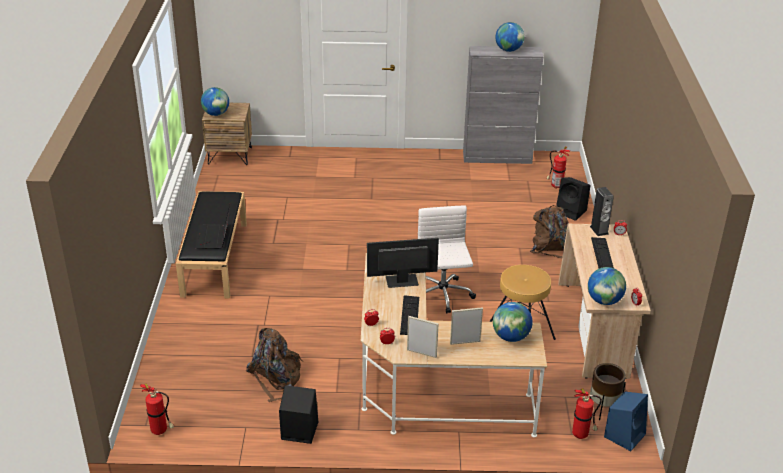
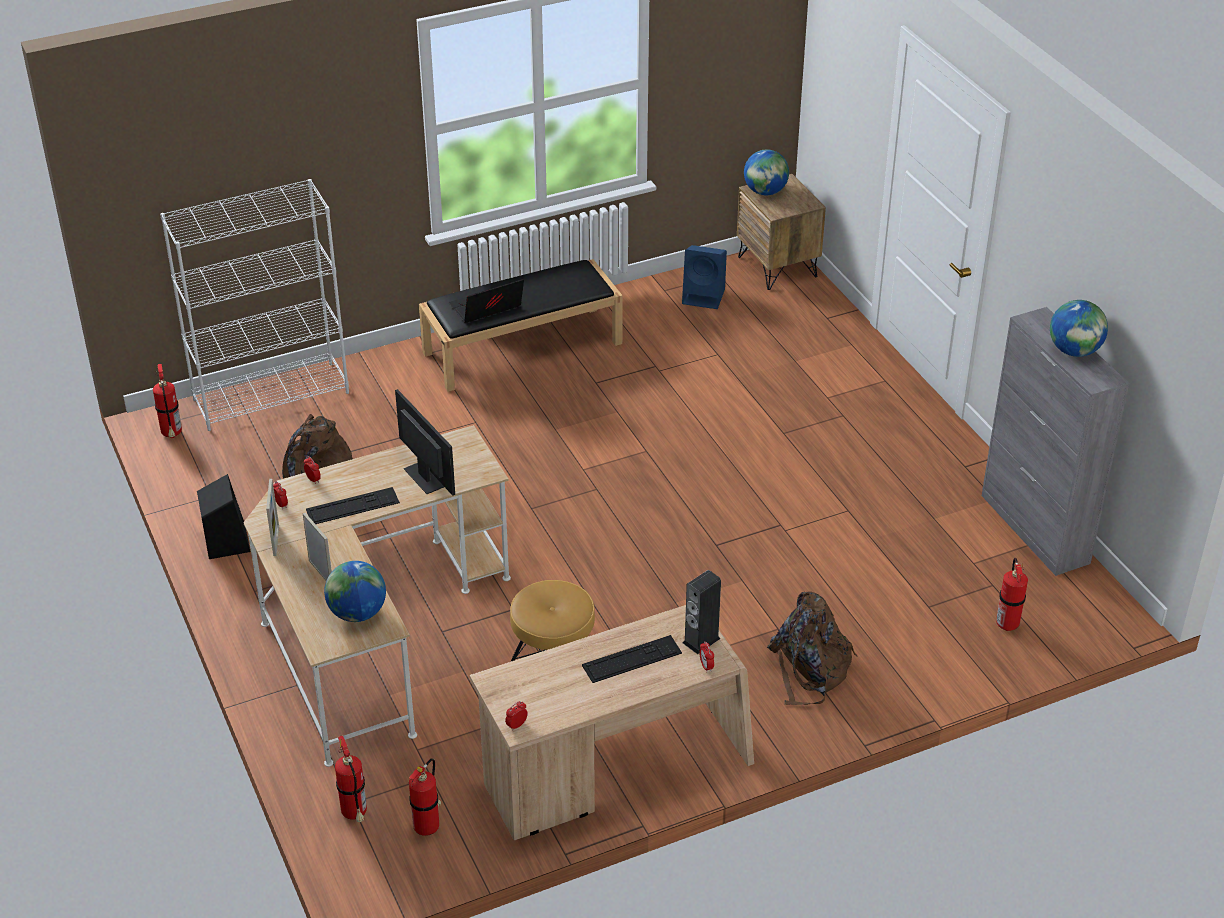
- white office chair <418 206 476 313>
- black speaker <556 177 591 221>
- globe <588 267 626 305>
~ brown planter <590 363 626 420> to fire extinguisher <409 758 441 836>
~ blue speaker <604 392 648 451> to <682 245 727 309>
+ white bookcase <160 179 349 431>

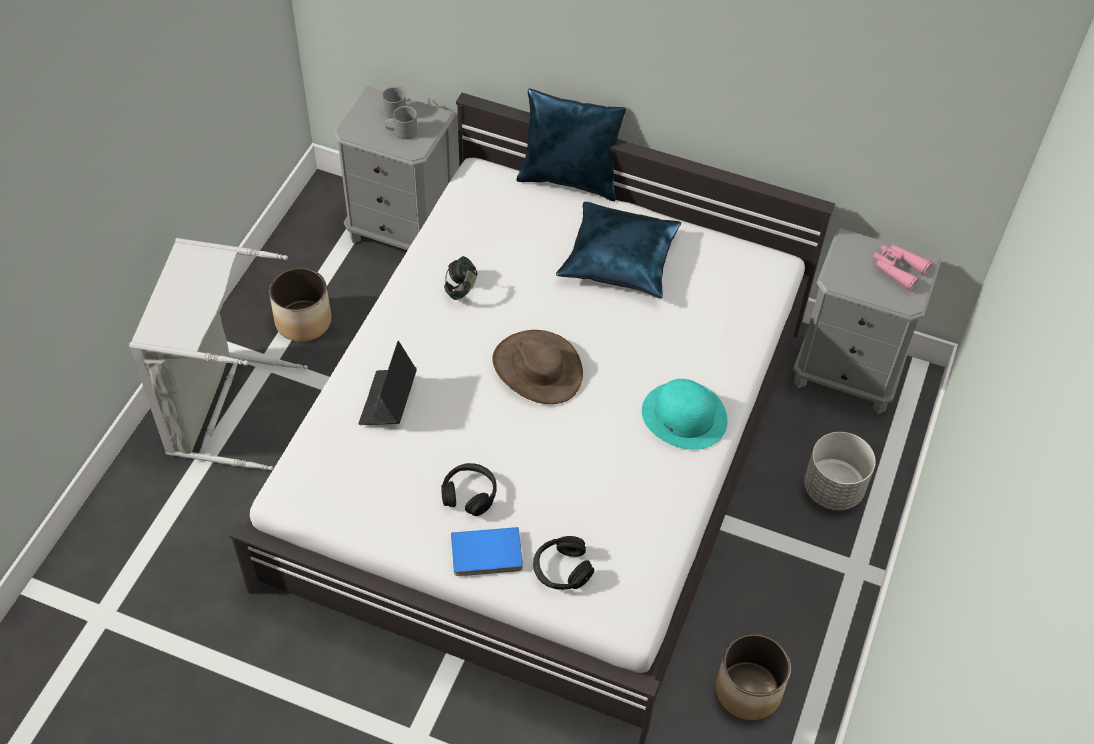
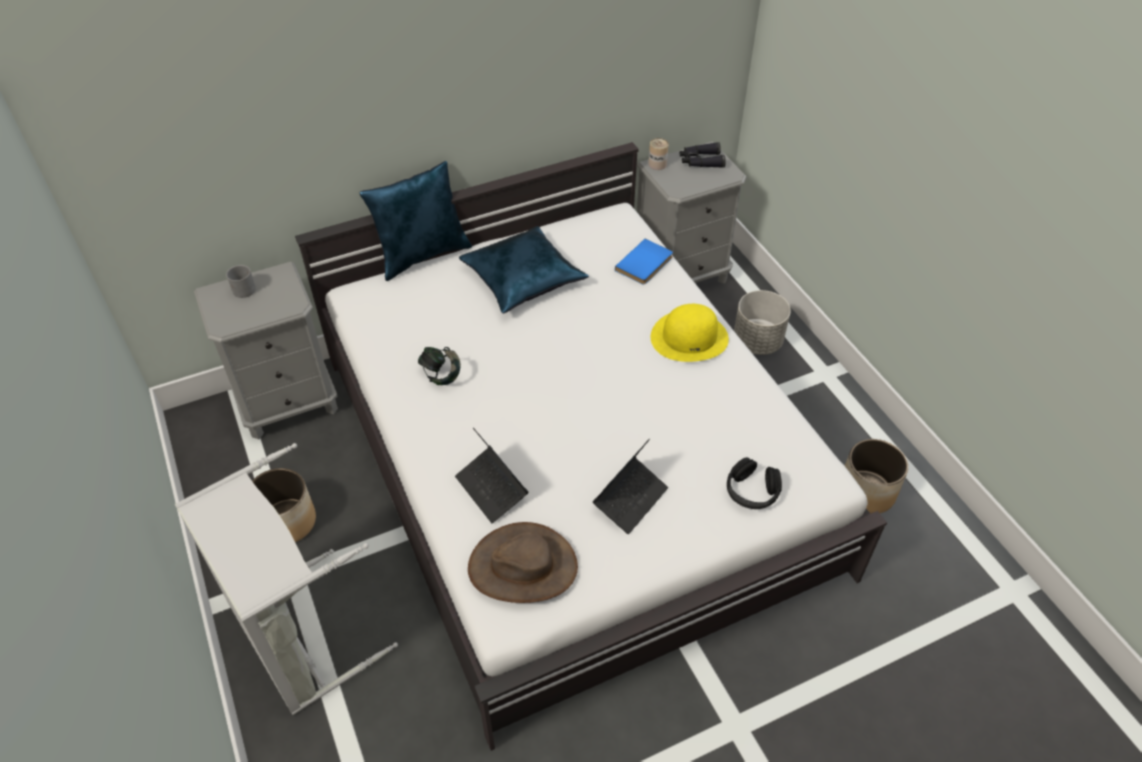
- grey mug <385 106 418 139>
~ black headphones <441 463 497 516> to laptop <593 438 668 534>
~ blue book <451 527 523 576> to <615 239 673 285>
~ brown hat <492 330 583 404> to <468 522 578 603>
~ turquoise hat <642 379 727 450> to yellow hat <651 304 729 362>
~ pink binoculars <873 244 933 291> to black binoculars <680 142 726 168>
+ can <648 138 669 170>

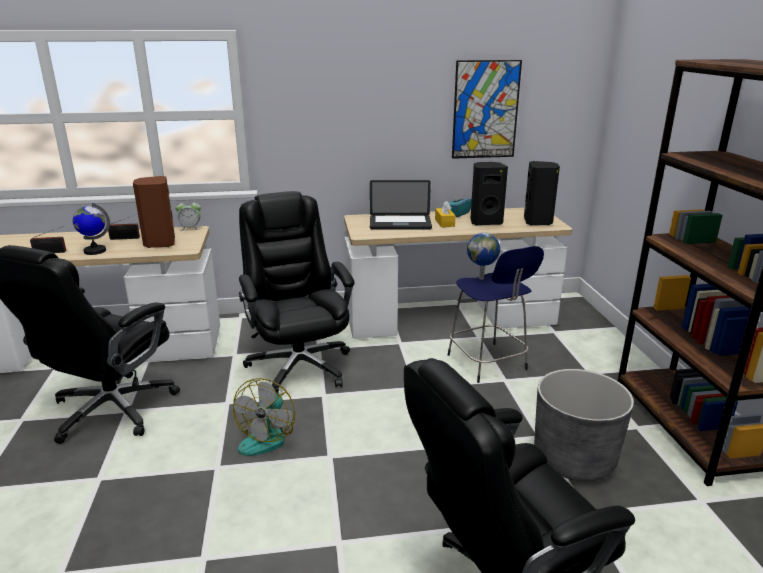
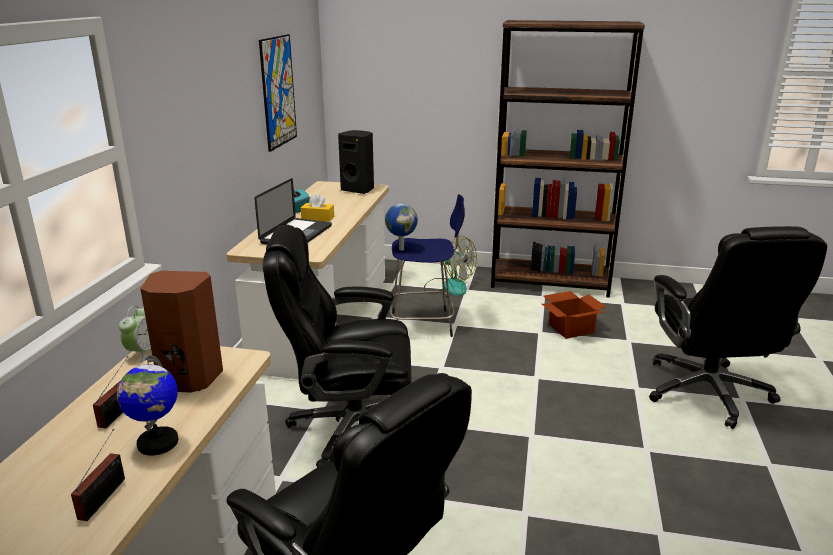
~ fan <233 378 295 456> to <424 236 477 296>
- black speaker <470 162 508 225>
~ grey planter <534 369 634 482> to cardboard box <542 291 606 339>

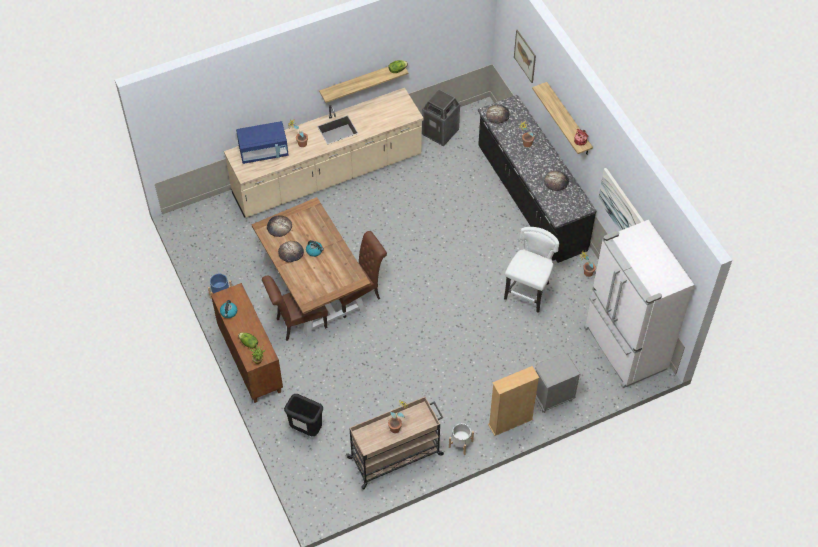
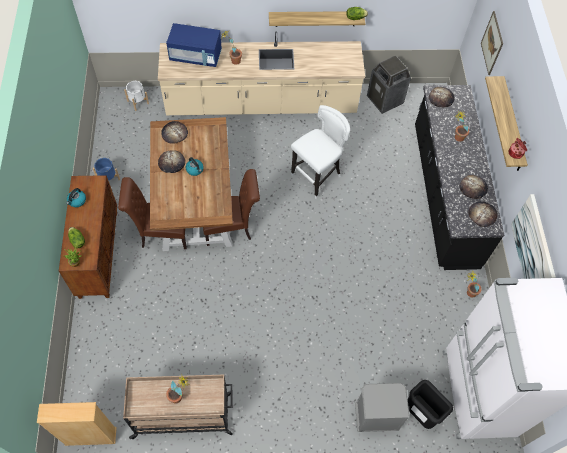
~ black trash can <284 394 323 436> to <408 380 453 429>
~ white planter <449 423 474 455> to <124 81 149 111>
~ beige bookcase <488 366 539 436> to <37 402 117 446>
~ white stool <504 227 559 316> to <291 105 350 199>
+ bread <468 201 498 227>

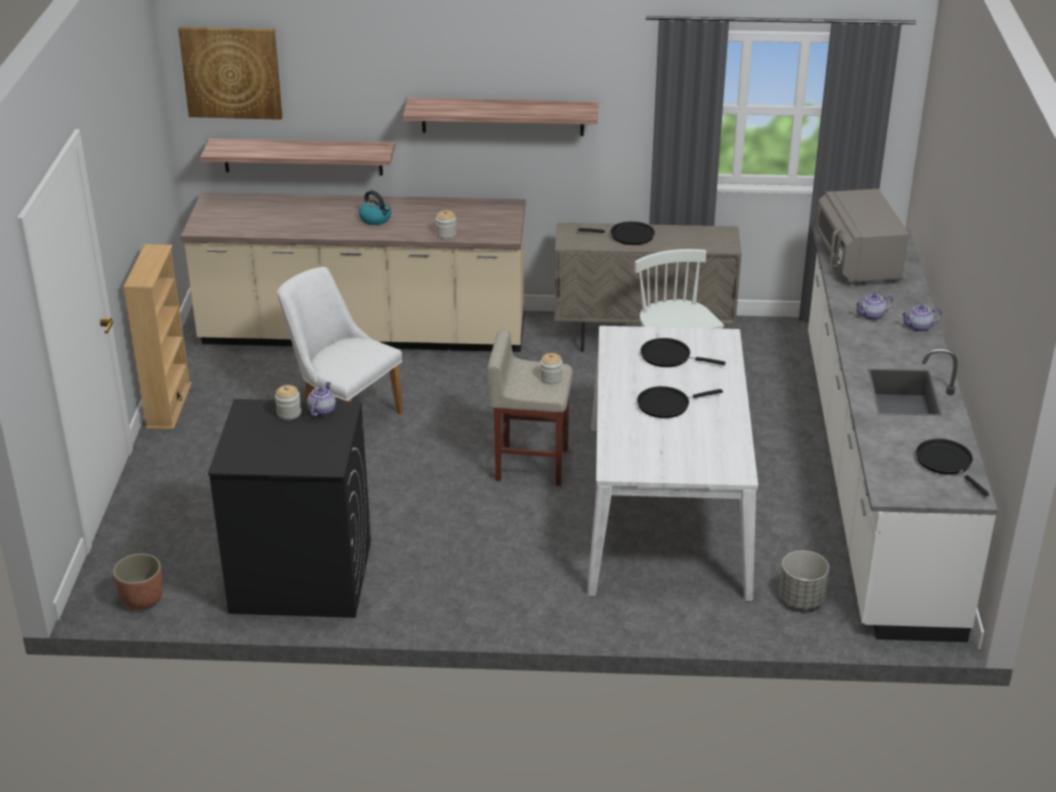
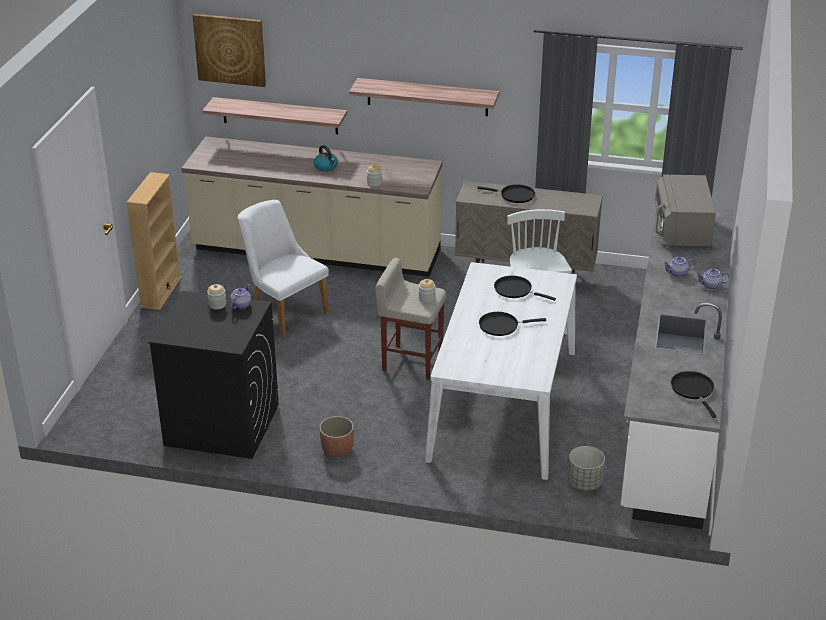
~ planter <113 554 163 610> to <319 416 354 458>

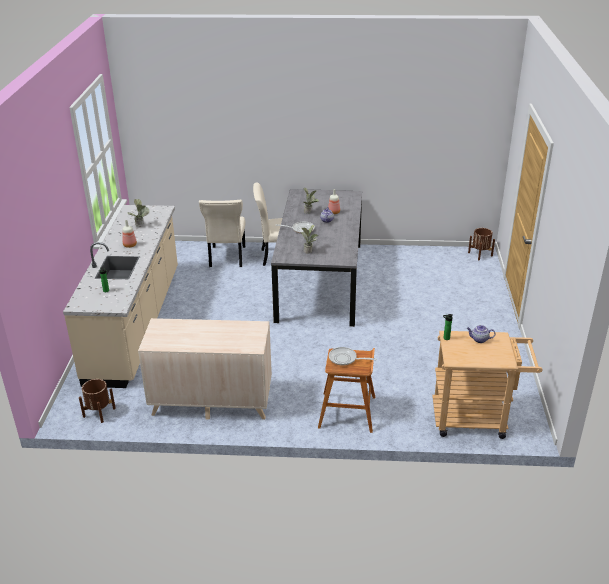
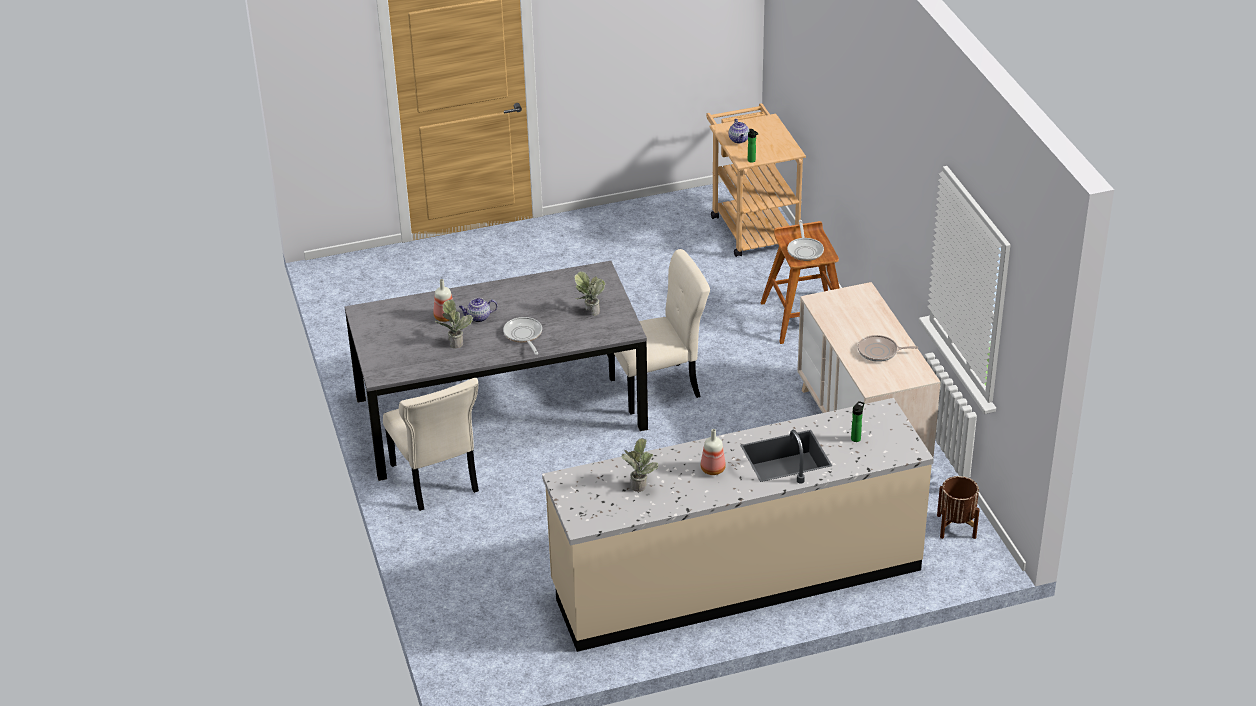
~ beige chair <199 200 245 267> to <608 249 710 415>
- brown planter <468 228 495 260>
+ frying pan <858 335 918 362>

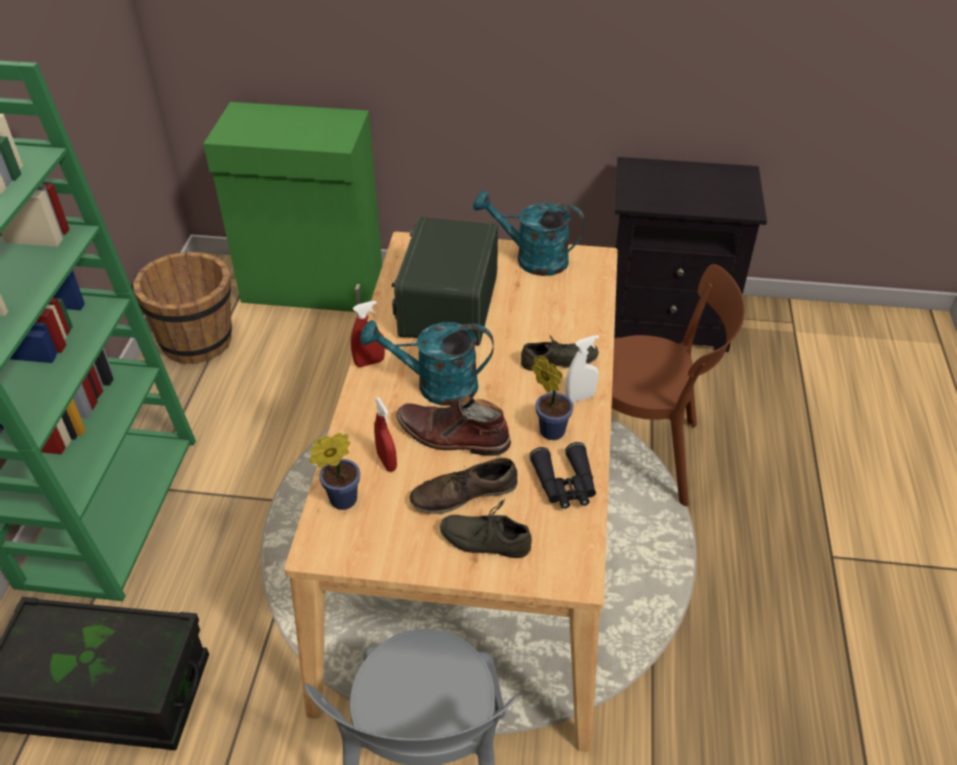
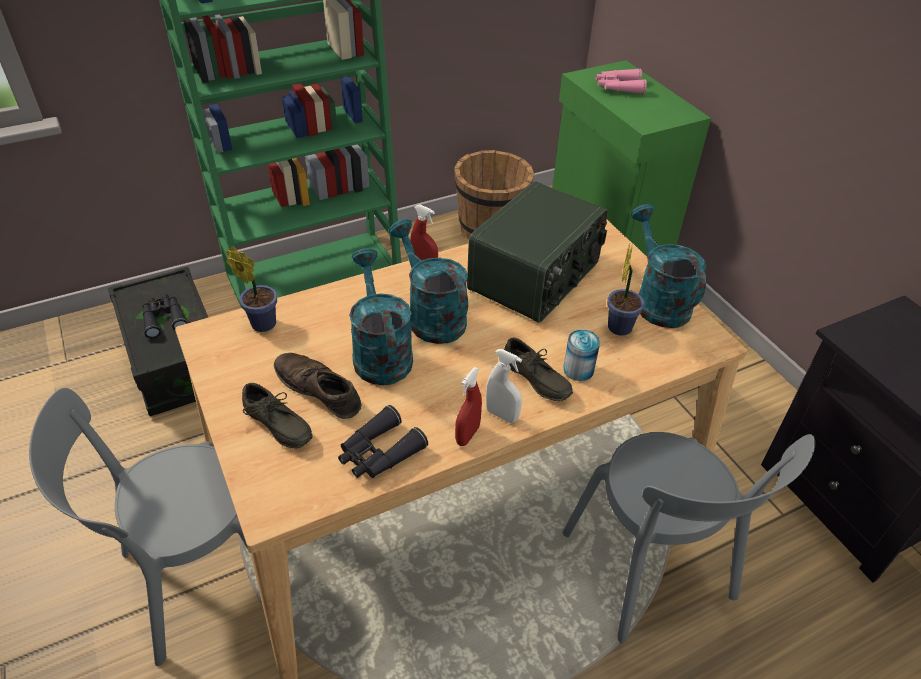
~ red spray bottle <374 397 397 472> to <455 367 482 446>
~ radio <392 217 498 345> = <467 181 608 323> 150 degrees clockwise
~ brown boot <396 396 511 456> to turquoise watering can <349 248 413 385>
~ grey shoe <440 499 532 558> = <242 383 313 449> 150 degrees clockwise
~ potted plant <531 355 573 440> to <607 243 645 336>
~ brown chair <612 264 745 507> to grey chair <563 432 815 644>
+ black binoculars <143 294 188 339>
+ can <563 330 600 381>
+ pink binoculars <596 68 647 94>

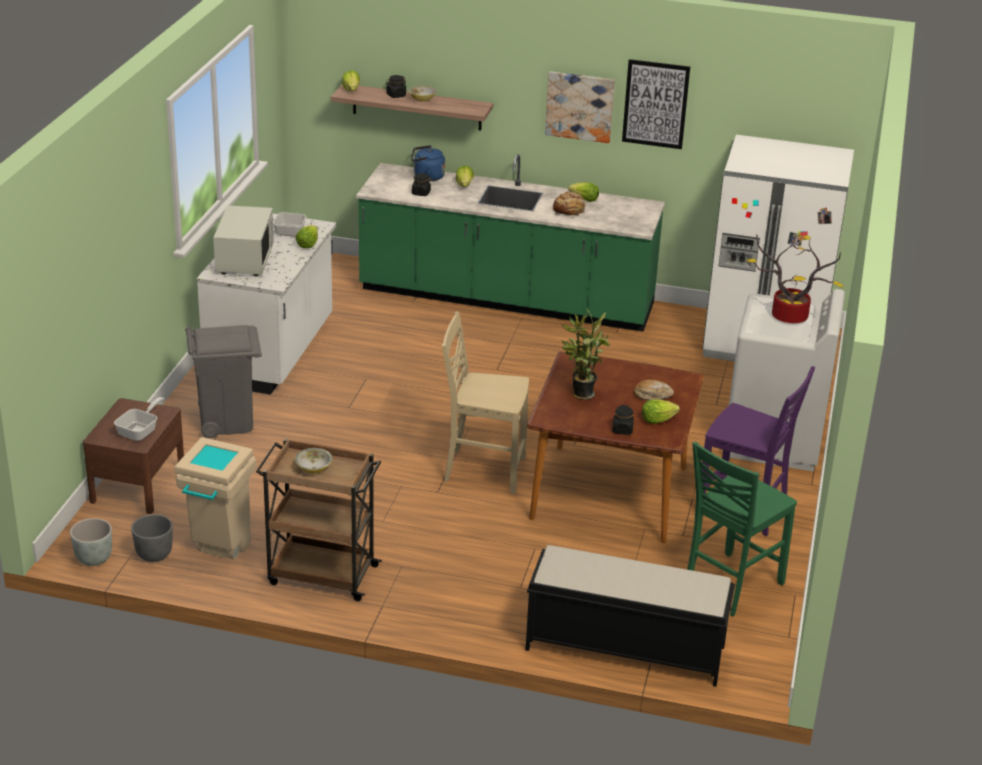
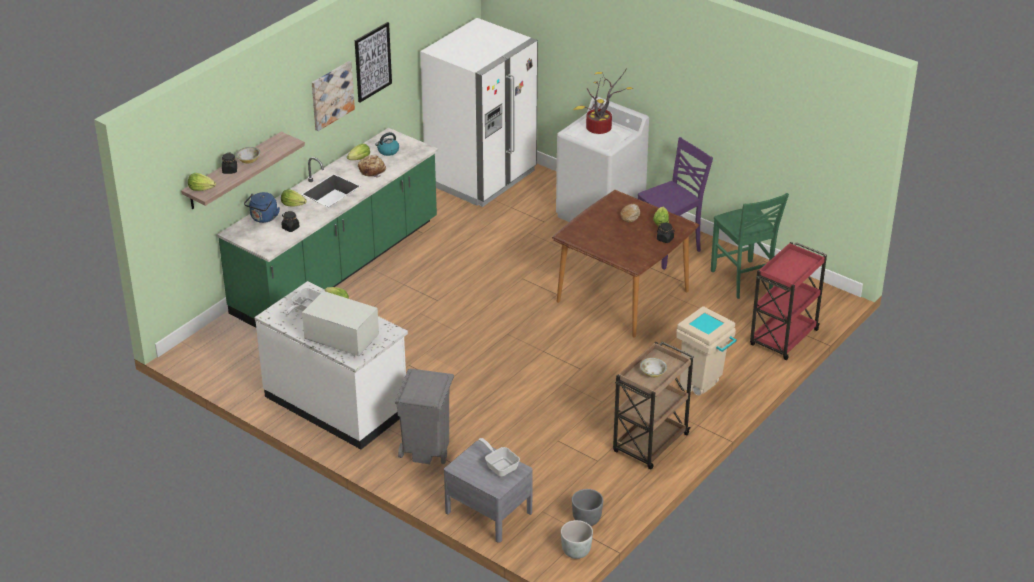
~ brown nightstand <83 398 184 514> to grey nightstand <444 440 533 543>
~ beige trash can <174 437 256 560> to <676 306 737 396>
- beige chair <442 312 529 494>
~ black bench <526 545 735 687> to red cart <750 242 827 360>
- potted plant <562 308 610 400>
+ kettle <375 132 399 156>

